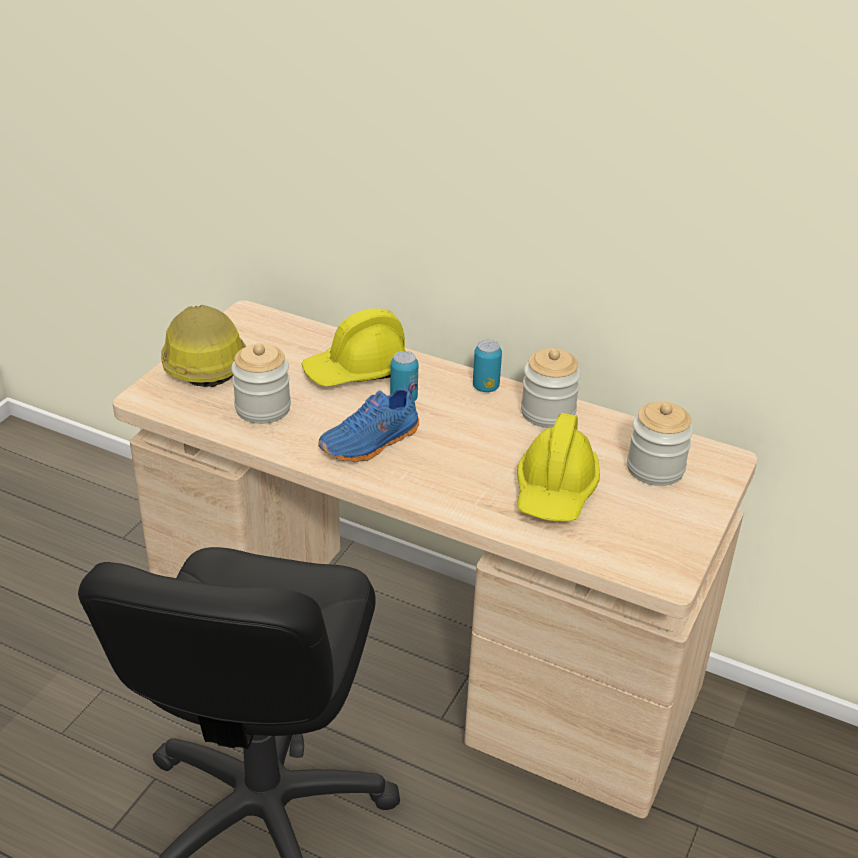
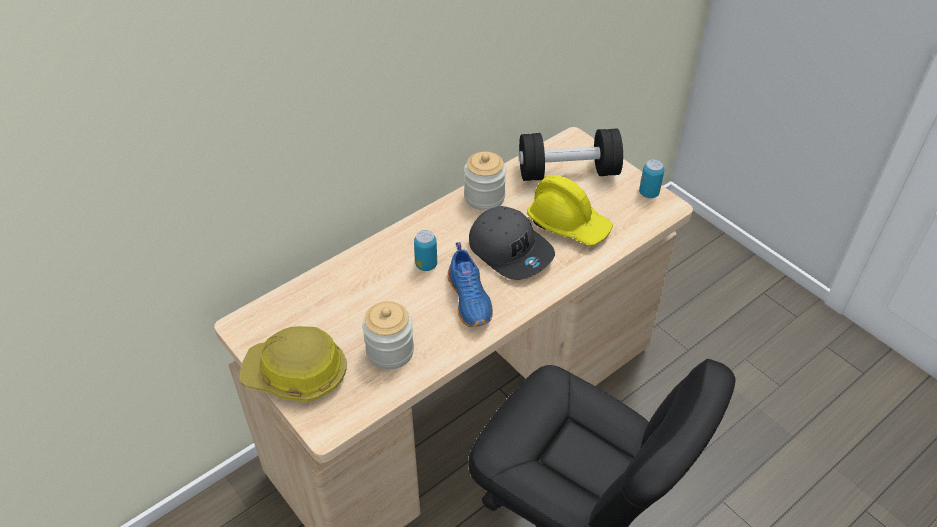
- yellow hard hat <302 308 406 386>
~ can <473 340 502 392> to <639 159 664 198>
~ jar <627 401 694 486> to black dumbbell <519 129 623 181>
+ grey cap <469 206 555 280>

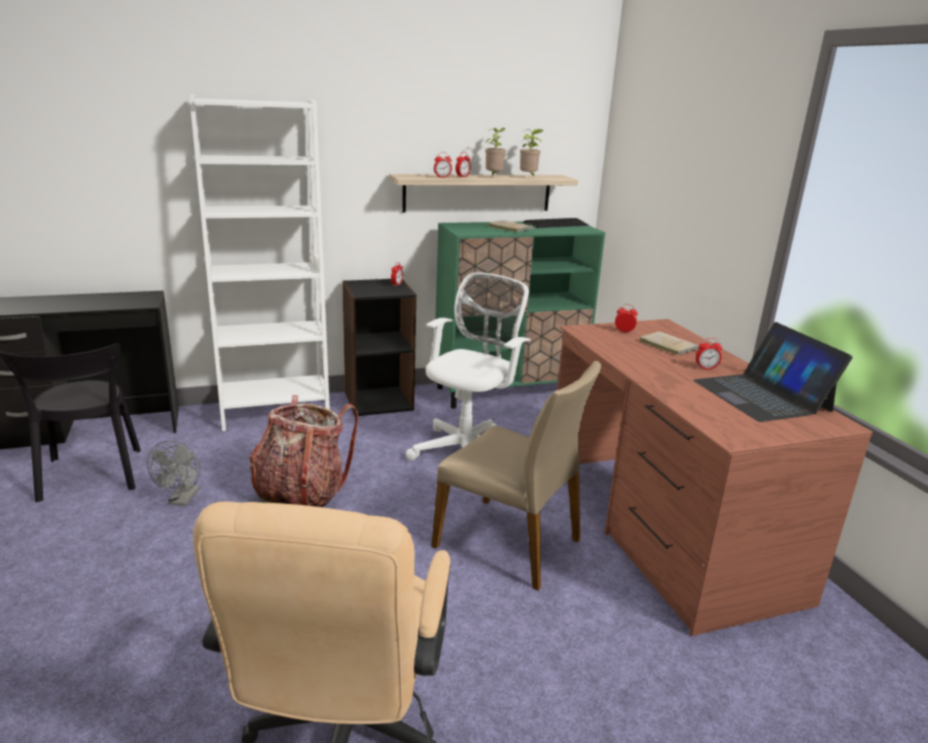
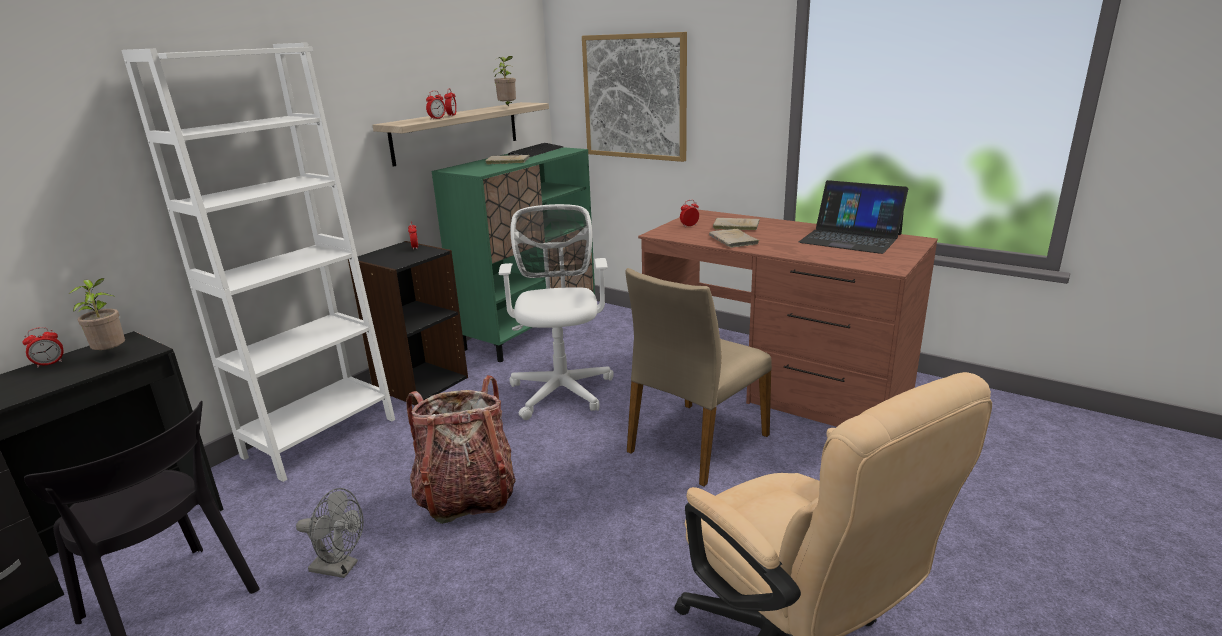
~ grey fan <147 440 201 506> = <296 488 364 578> 45 degrees counterclockwise
~ beige chair <431 361 601 591> = <626 268 772 486> 135 degrees clockwise
~ potted plant <485 128 506 176> to <69 278 125 350>
~ alarm clock <696 338 722 370> to <22 327 64 368>
+ picture <582 32 687 162>
+ beige book <709 229 759 248>

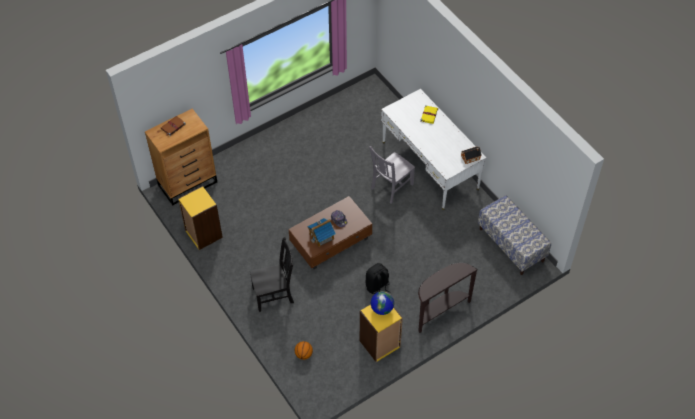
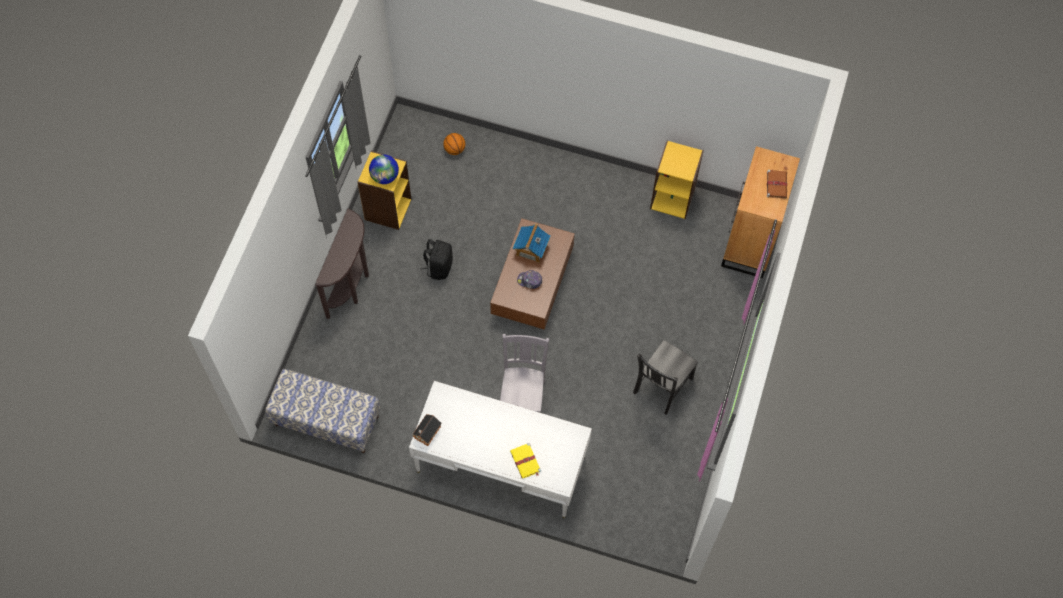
~ black chair <250 237 294 312> to <633 340 698 415>

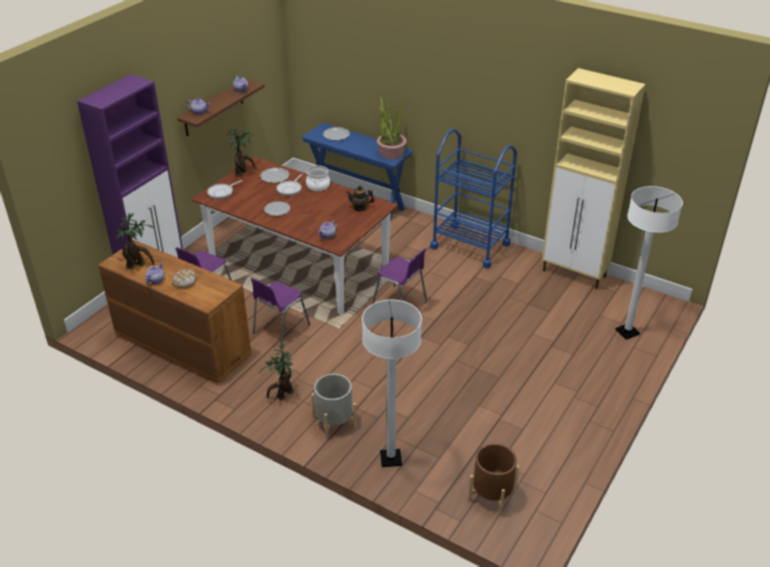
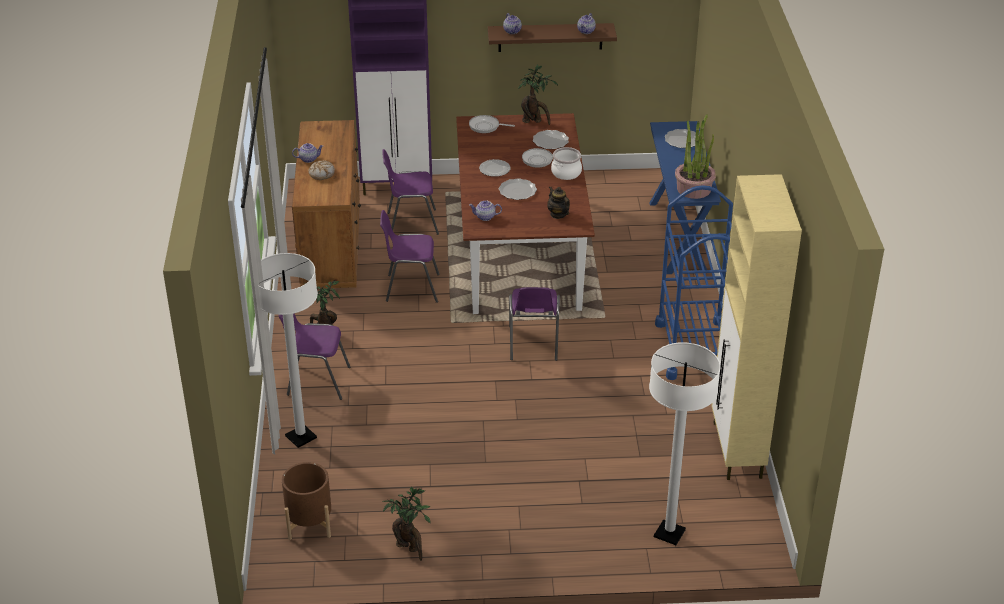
~ potted plant <116 212 155 269> to <382 487 431 561>
~ grey planter <311 374 357 439> to purple chair <278 313 350 400>
+ plate <499 178 537 200>

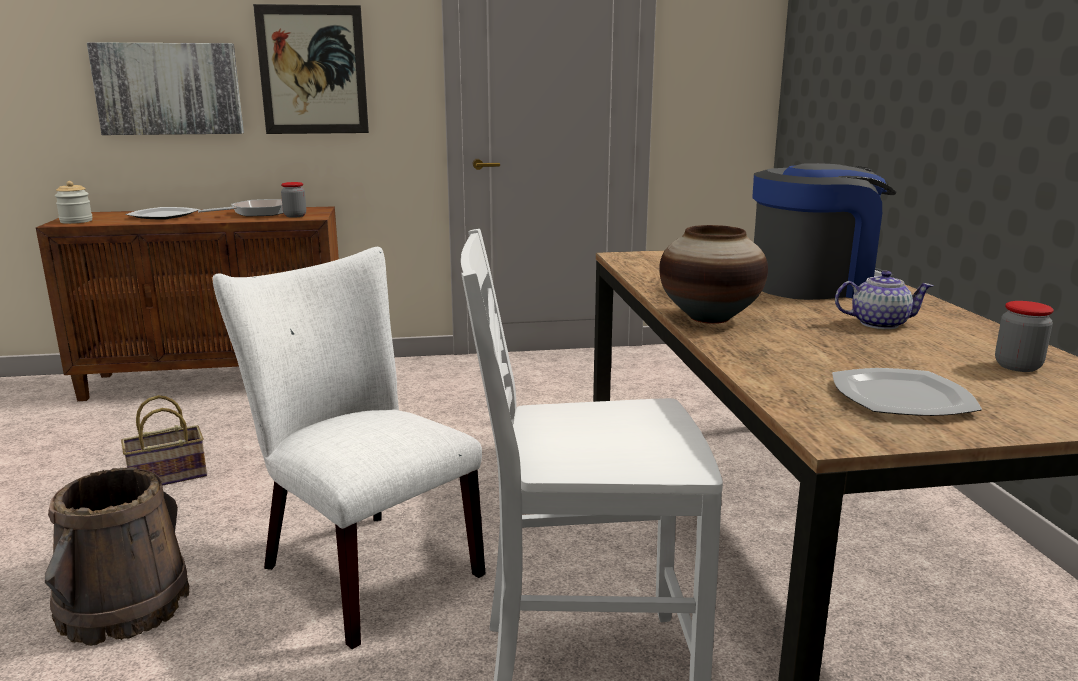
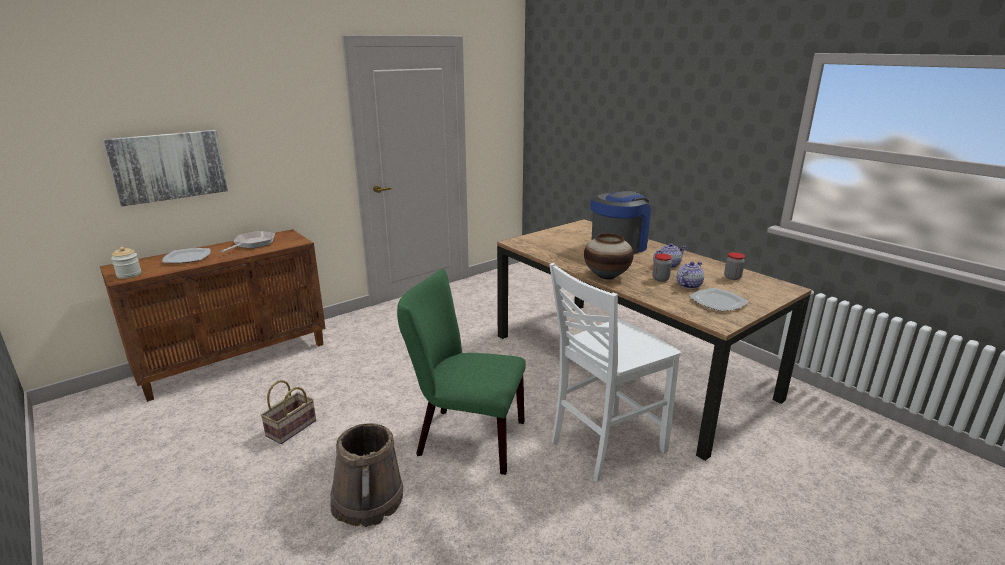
~ white chair <213 247 486 649> to green chair <397 269 526 475>
- picture <253 4 369 134>
~ jar <281 182 306 218> to <652 254 672 282>
+ teapot <677 261 704 289>

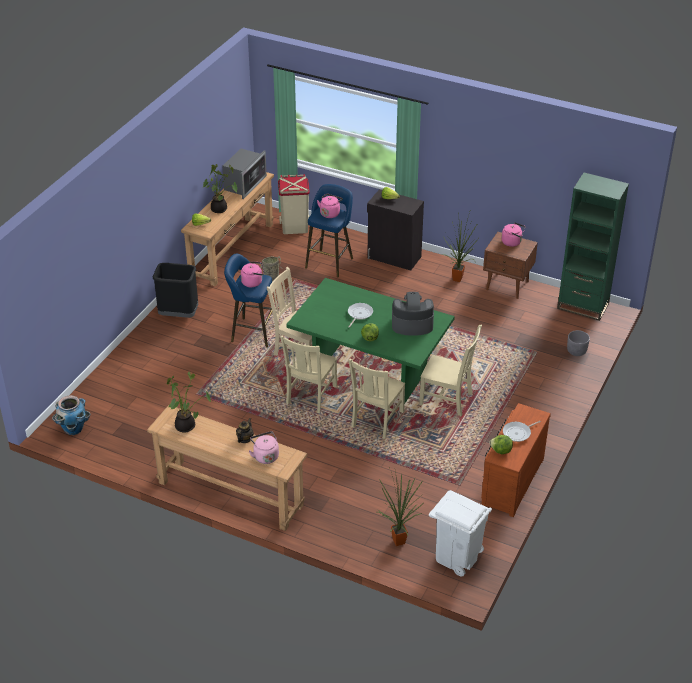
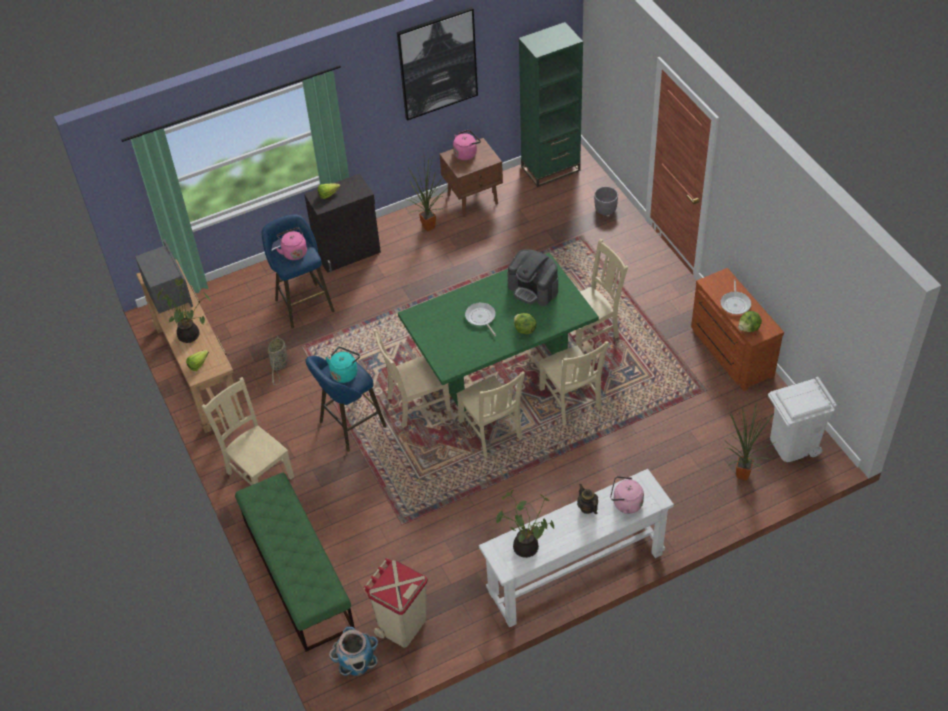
~ brown console table <147 405 307 531> to white console table <479 469 674 628>
~ black trash can <153 263 198 317> to beige chair <202 377 294 485>
~ pink kettle <241 261 264 287> to turquoise kettle <325 347 360 383>
~ beige trash can <278 174 310 234> to <363 558 427 648>
~ coffee machine <392 292 434 336> = <507 249 558 306> 90 degrees counterclockwise
+ green bench <235 472 355 652>
+ picture <397 7 478 121>

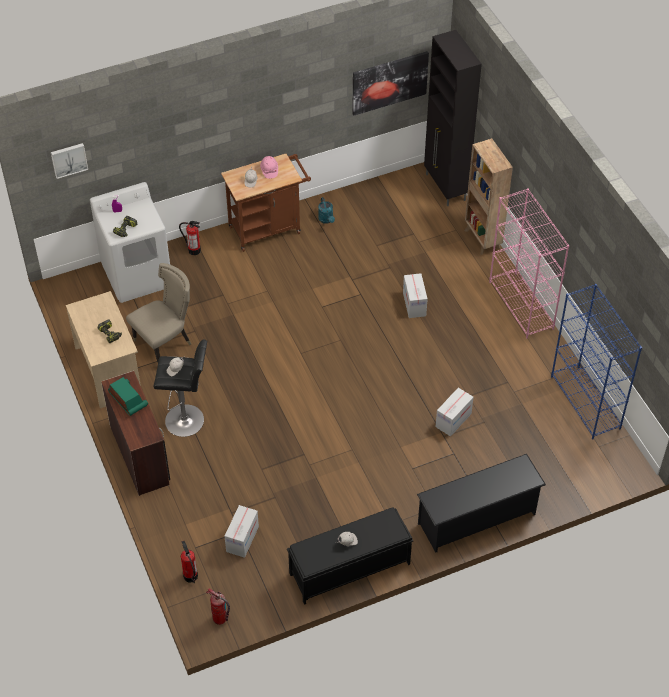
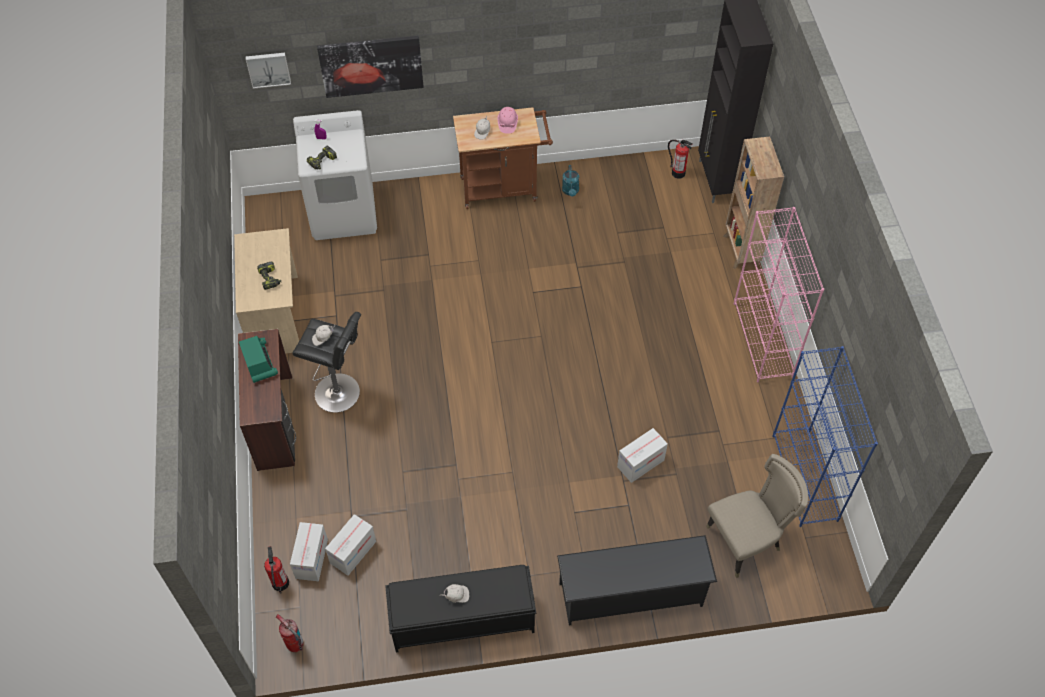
~ beige chair <126 263 191 362> to <706 454 808 578>
~ fire extinguisher <179 221 201 255> to <668 140 693 179>
~ picture <352 51 429 115> to <317 36 424 98>
~ cardboard box <403 273 428 318> to <290 522 328 581>

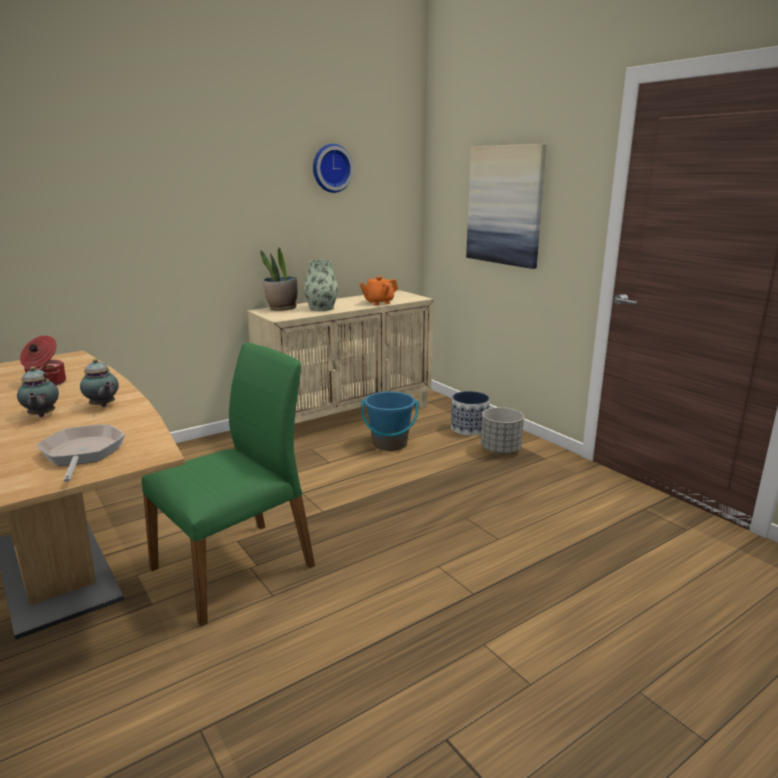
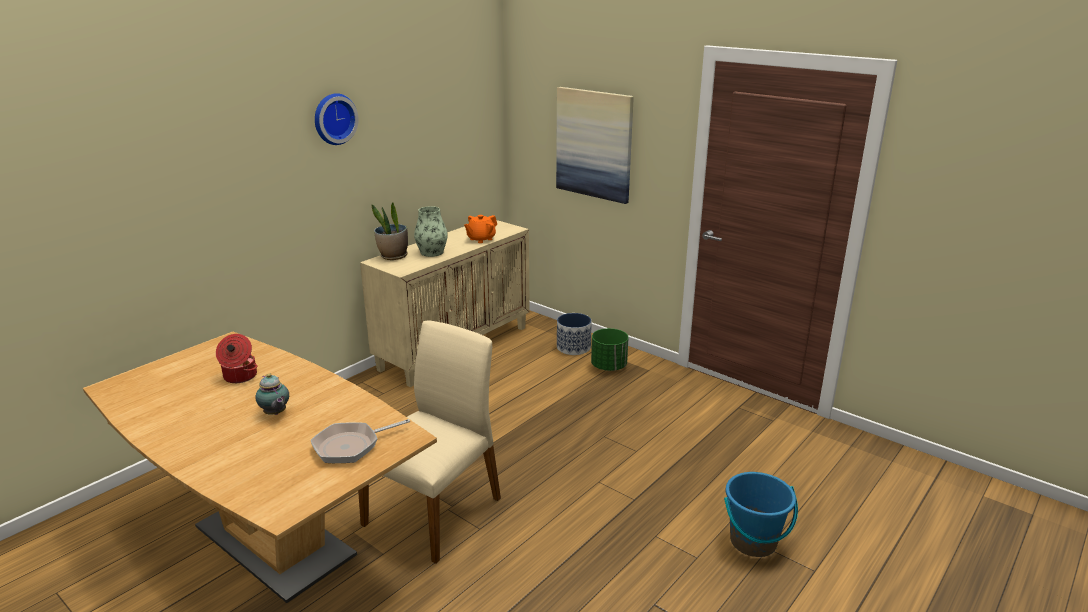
~ frying pan <37 424 125 482> = <311 419 410 463> 90 degrees counterclockwise
- teapot <80 359 119 407>
~ green chair <141 343 315 627> to beige chair <358 320 501 564>
~ wall clock <313 144 354 193> to <315 93 359 145>
~ blue bucket <361 392 418 451> to <724 472 798 557>
~ grey planter <481 407 524 454> to green planter <591 328 629 371>

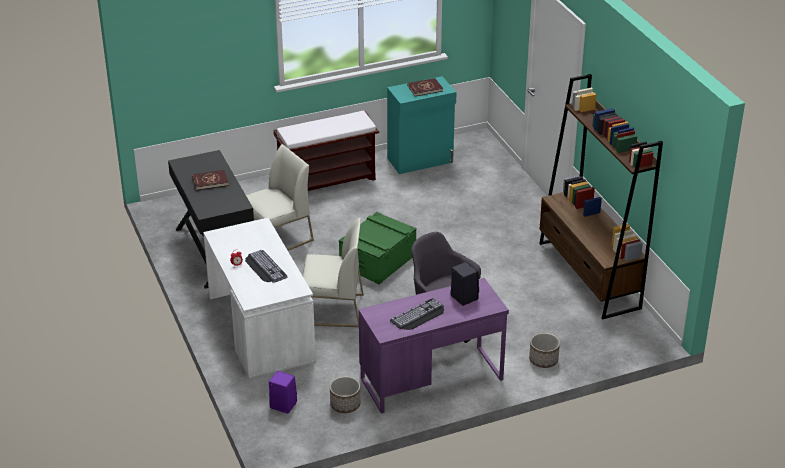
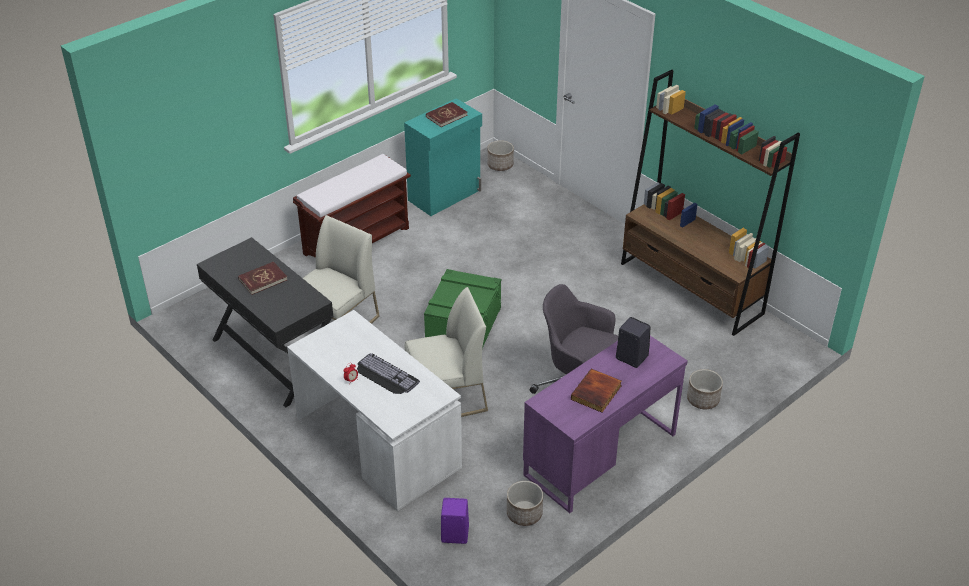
~ keyboard <390 298 444 330> to book <571 369 622 413>
+ planter <487 140 514 171>

